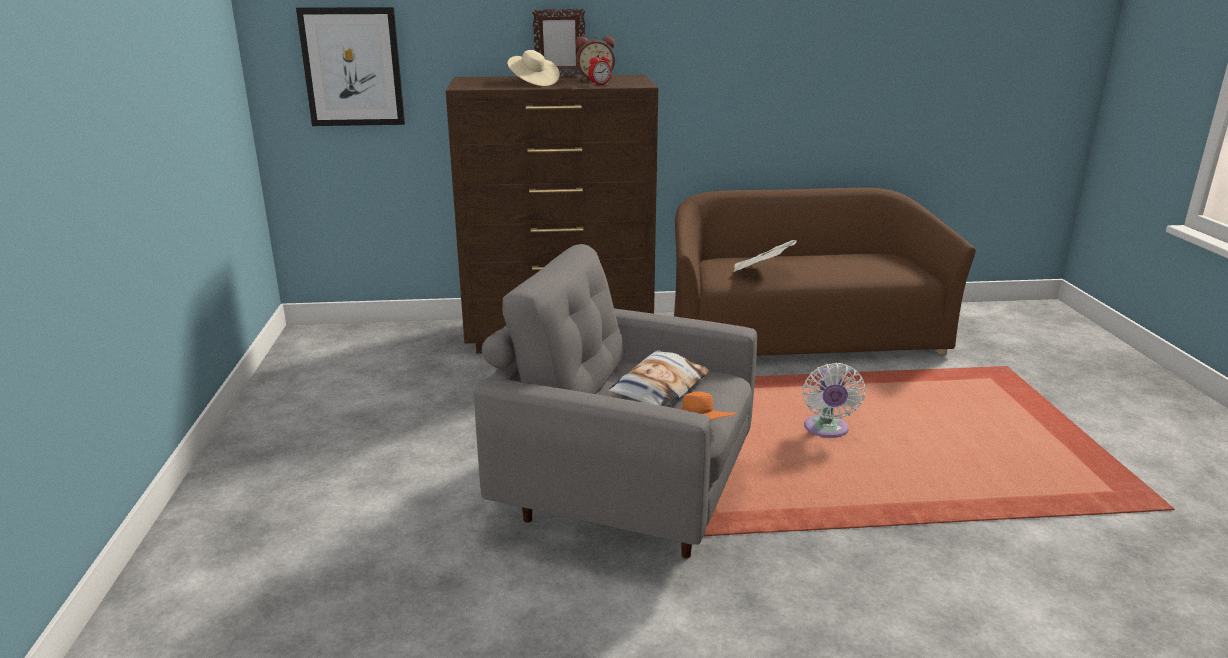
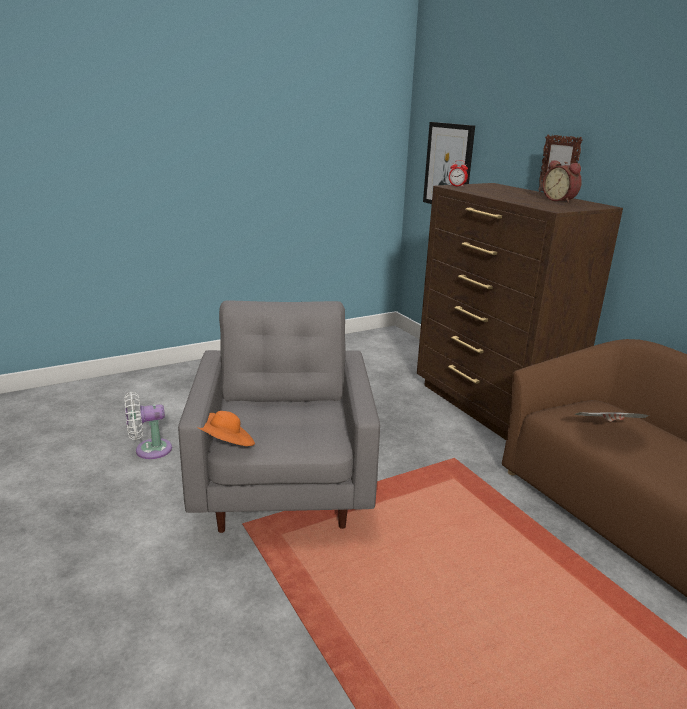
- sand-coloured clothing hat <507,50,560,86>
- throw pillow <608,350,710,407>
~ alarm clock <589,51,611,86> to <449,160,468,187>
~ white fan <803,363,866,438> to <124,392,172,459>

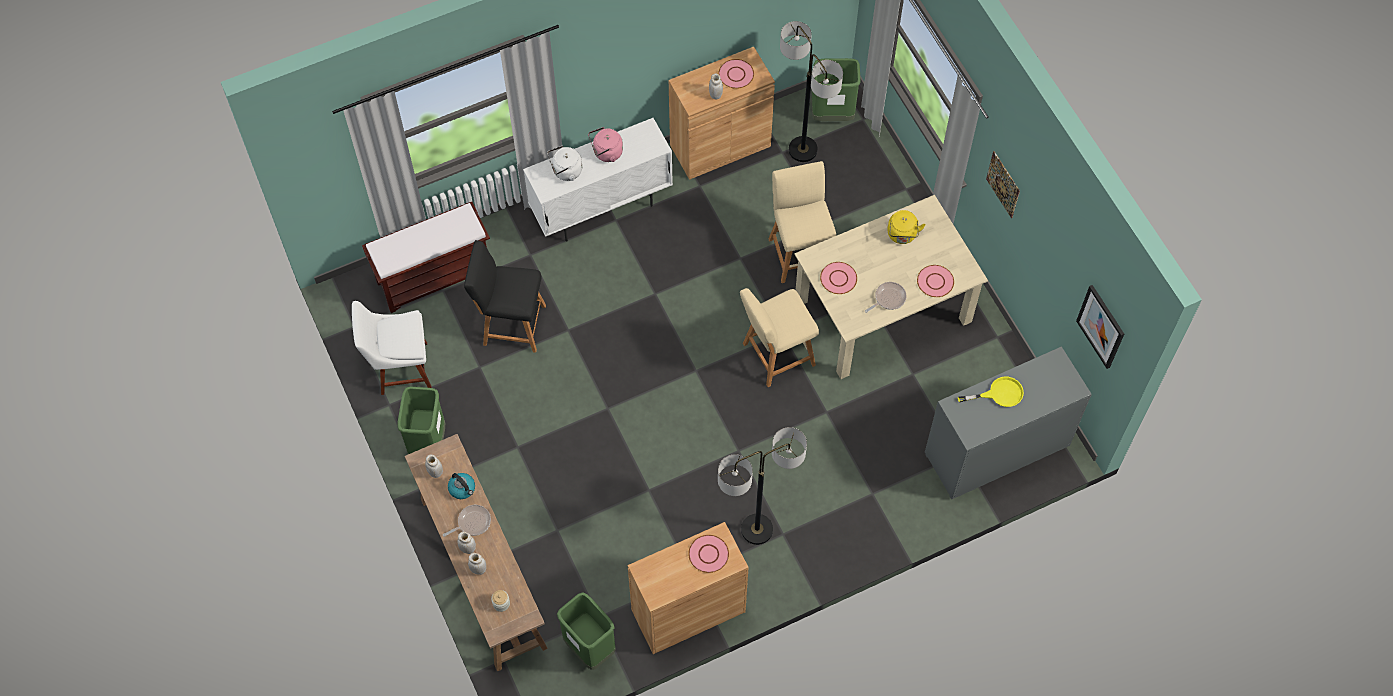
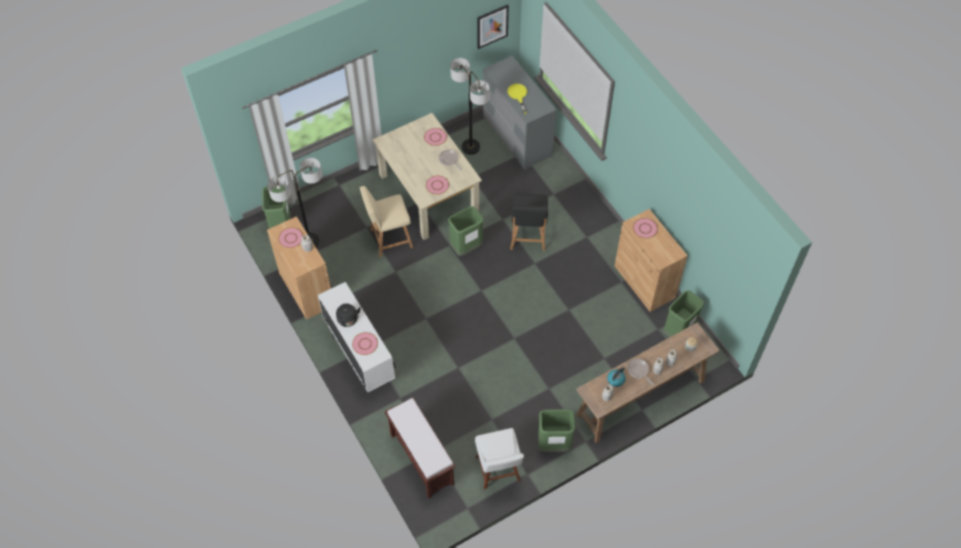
- yellow-coloured kettle <887,210,926,244>
- wall art <986,151,1020,218>
~ black-coloured stool seat <464,240,546,353> to <510,194,548,251>
~ standard lamp <718,427,807,545> to <450,58,490,155>
~ white kettle <547,146,582,181> to pinkish dinner plate <352,332,378,355>
~ sand-coloured stool seat <740,288,819,387> to greenish waste bin <448,206,484,256>
~ pinkish kettle <588,127,623,162> to black-coloured kettle <336,303,361,327>

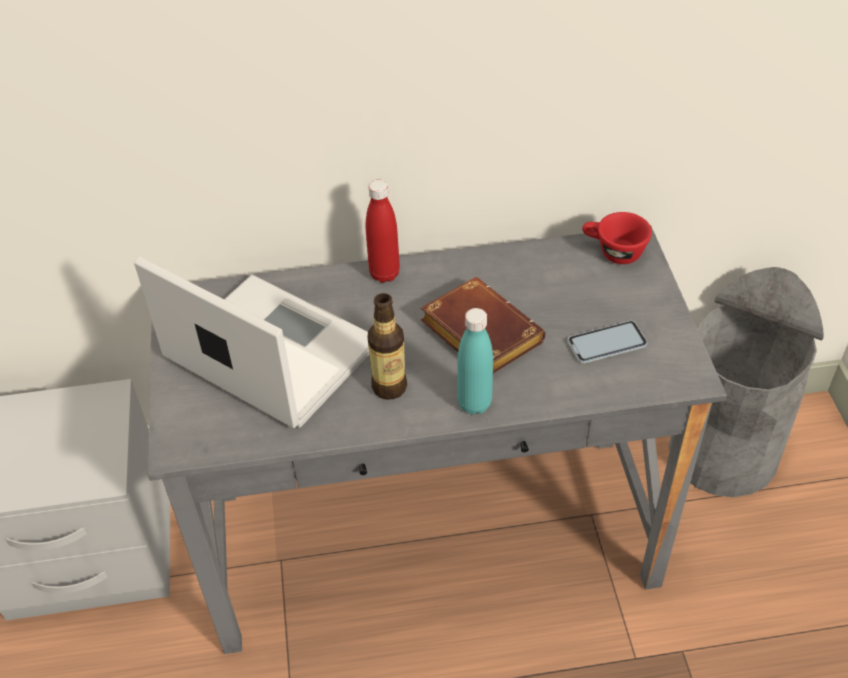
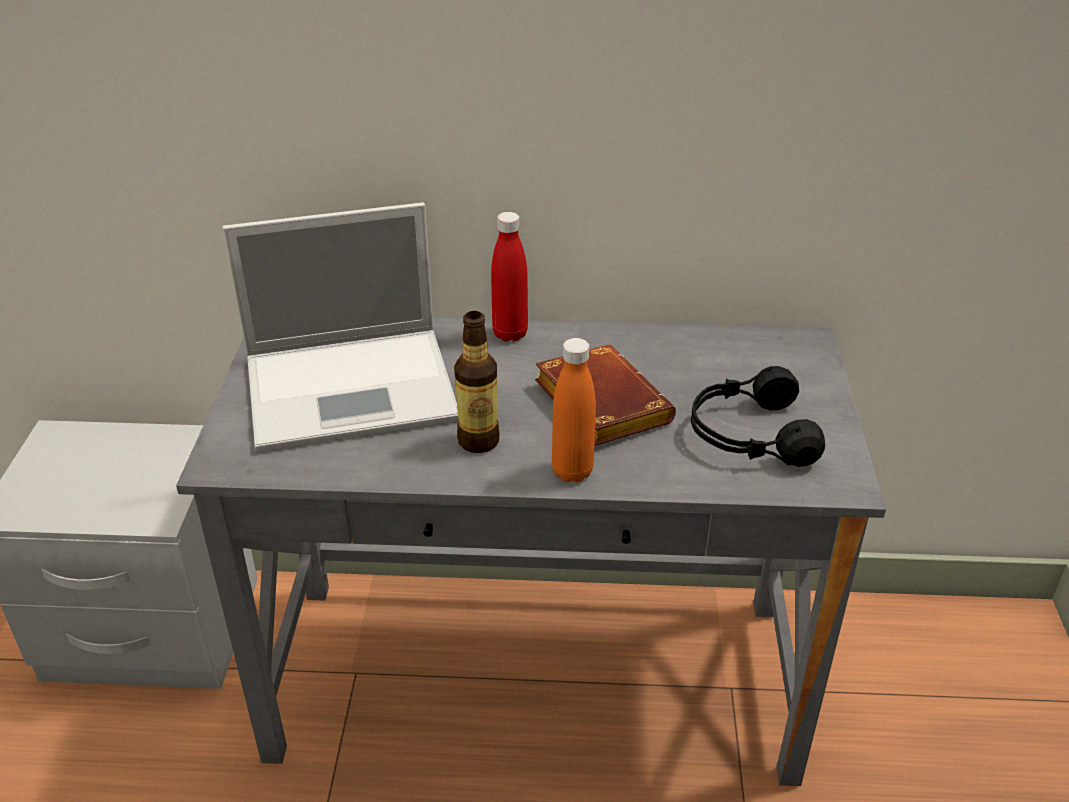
- reddish small cup <582,212,652,264>
- gray waste bin <669,267,824,497>
~ phone <568,321,647,363> to black-coloured headphones <691,366,825,467>
~ turquoise-coloured bottle <457,308,493,414> to orange-coloured bottle <552,338,596,483>
~ portable computer <134,256,369,428> = <223,202,458,452> 120 degrees clockwise

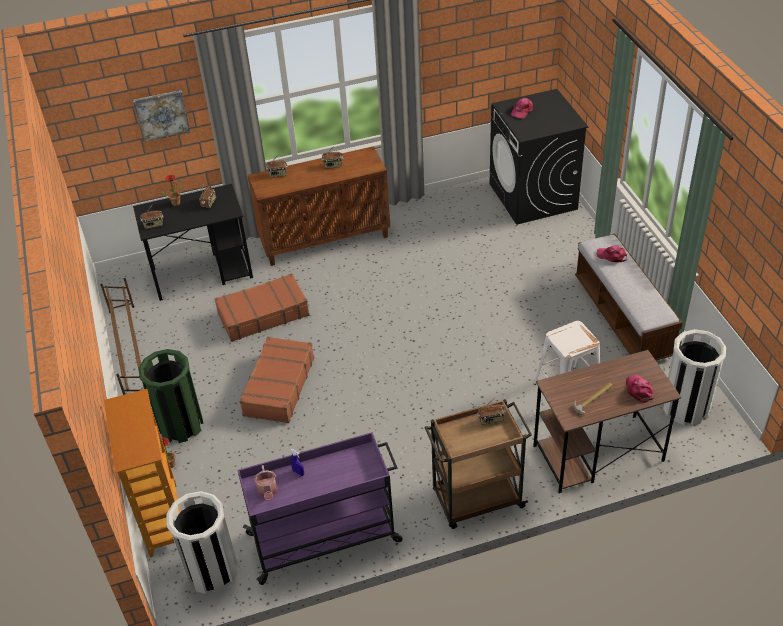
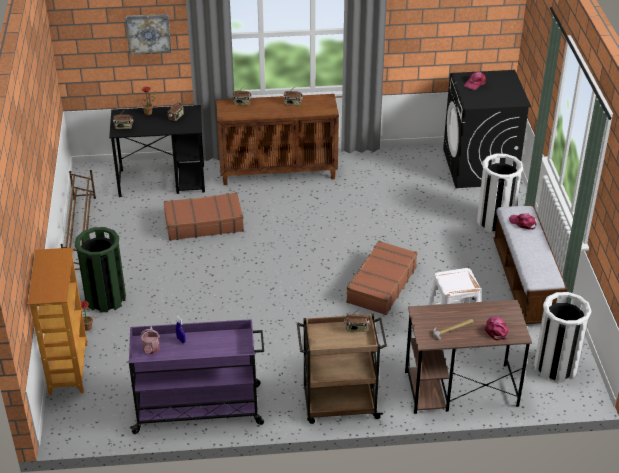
~ white waste bin <166,491,238,594> to <477,154,523,232>
~ brown travel case <239,337,314,423> to <346,241,418,315>

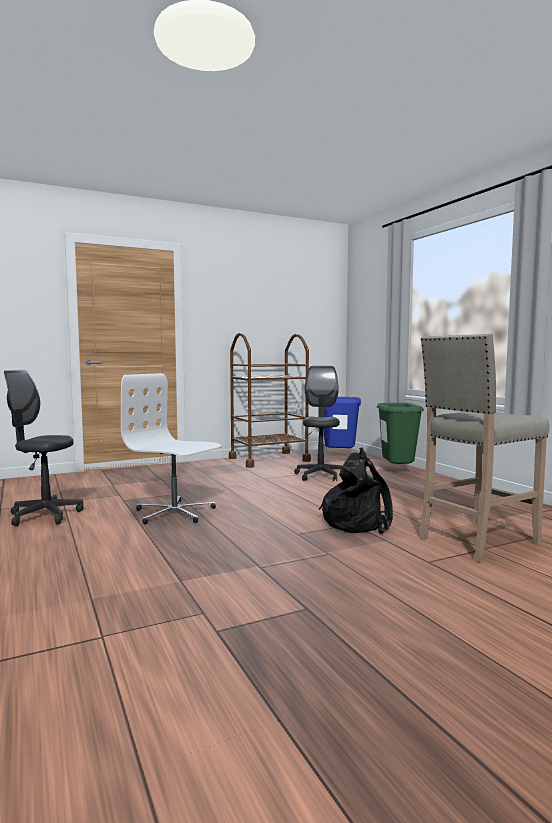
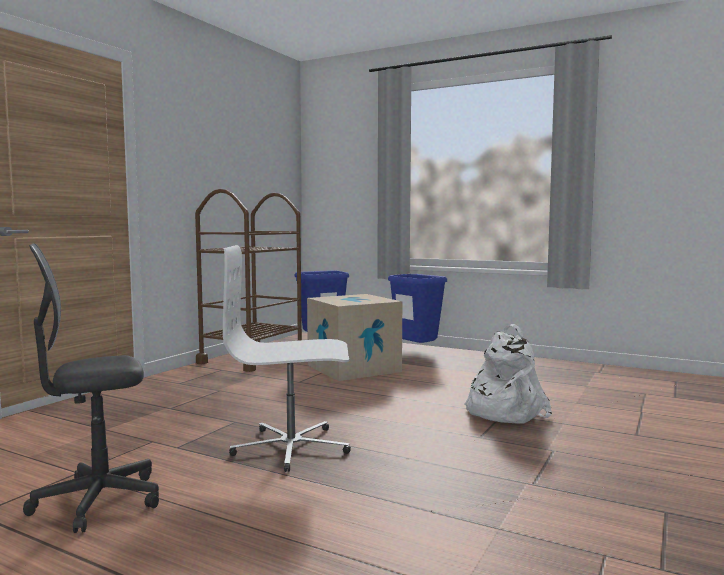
- sand-coloured stool seat <420,333,549,562>
~ gray desk chair <294,366,343,481> to cardboard box <307,294,402,381>
~ black-coloured rucksack <319,447,393,534> to white rucksack <464,324,552,424>
~ greenish waste bin <377,403,424,464> to bluish waste bin <388,274,447,343>

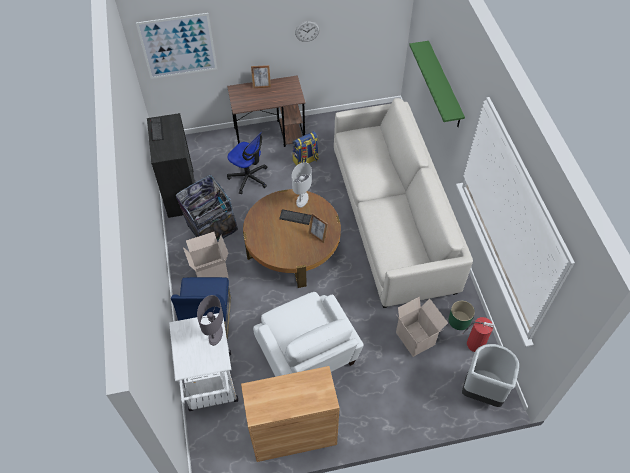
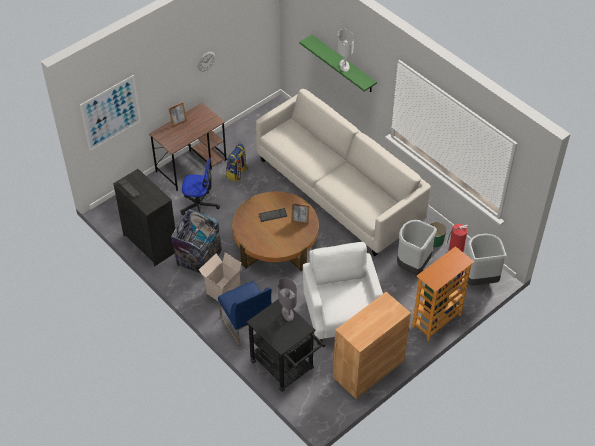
+ shelving unit <412,246,475,341>
~ white table lamp <292,162,312,208> to <337,29,354,72>
~ cardboard box <396,296,448,357> to gray waste bin <397,220,437,275>
~ white trolley <169,313,238,411> to black-coloured trolley <246,299,325,392>
~ white lounge chair <253,292,364,377> = <303,242,383,345> 135 degrees counterclockwise

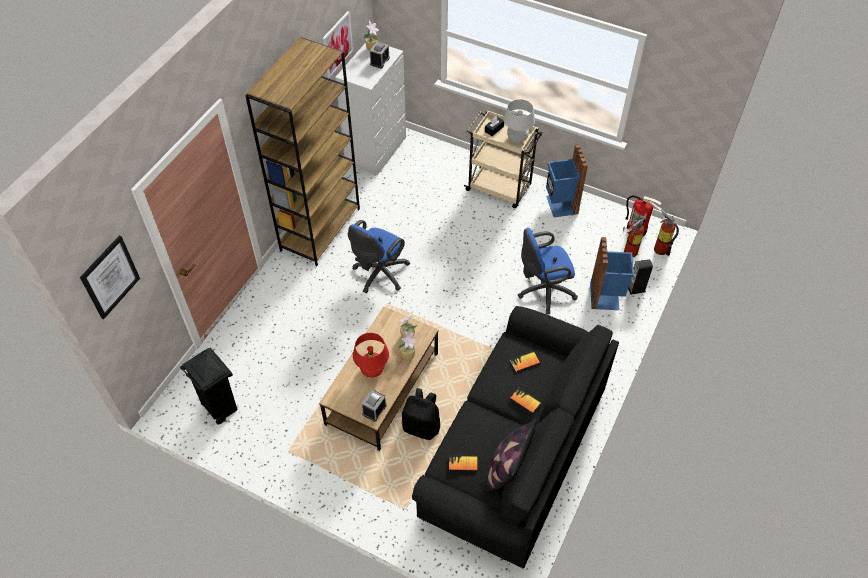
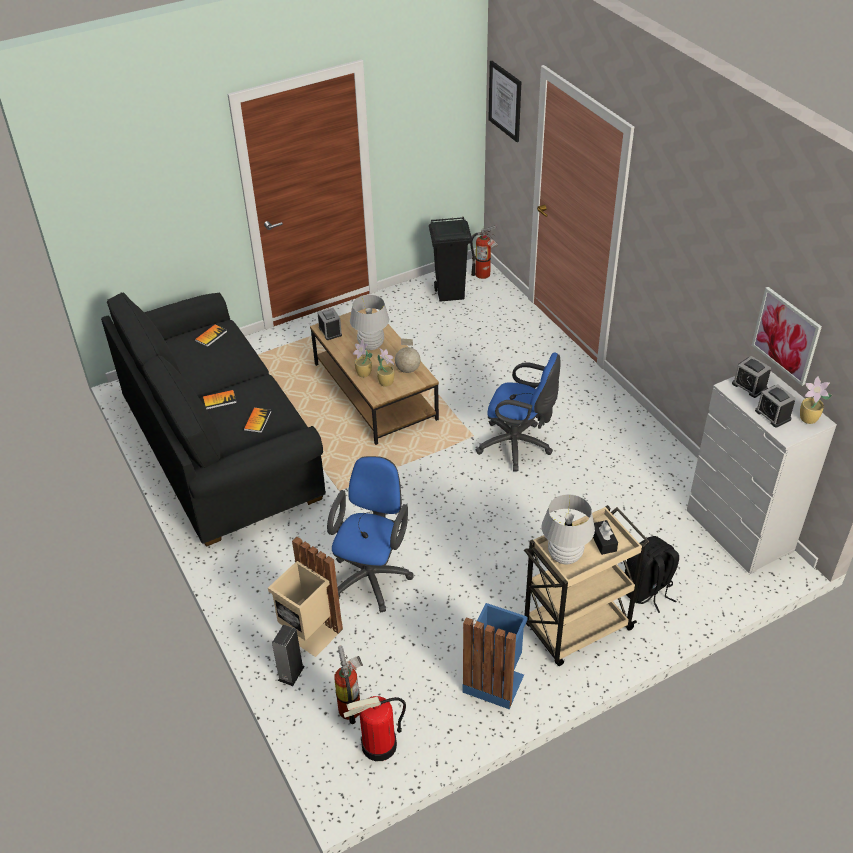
- brown shelving unit <245,37,360,266>
- throw pillow <486,419,537,493>
+ world globe <395,338,421,373>
+ alarm clock <732,356,771,398>
~ black-coloured rucksack <402,388,440,440> to <625,536,679,613>
~ fire extinguisher <654,210,679,256> to <470,225,498,279>
~ reddish table lamp <353,333,389,378> to white table lamp <350,295,389,350>
~ bluish waste bin <590,237,634,310> to sand-coloured waste bin <268,537,343,657>
~ bluish desk chair <347,220,410,293> = <476,353,561,471> 135 degrees clockwise

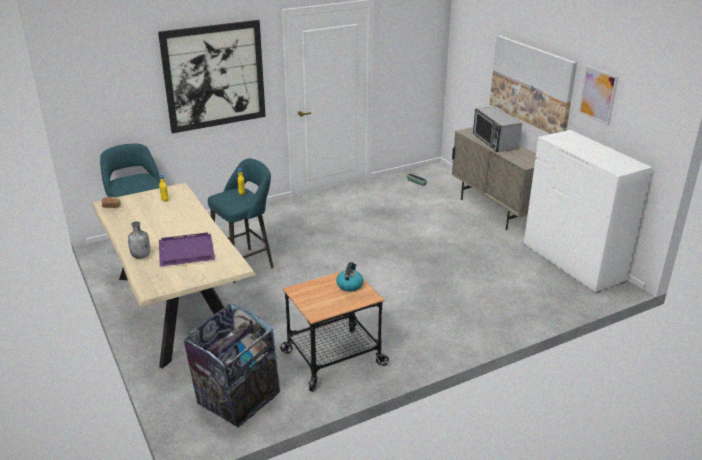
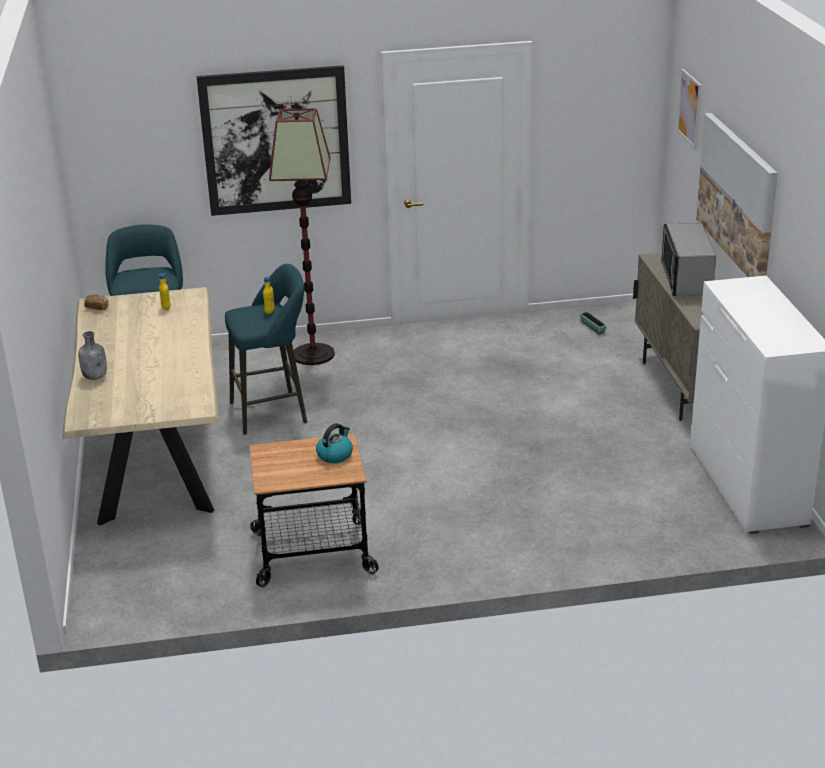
- purple carrying tray <159,232,215,267>
- waste bin <183,304,280,427>
+ standard lamp <269,108,335,365>
~ wall art <578,66,618,125> to <677,69,701,149>

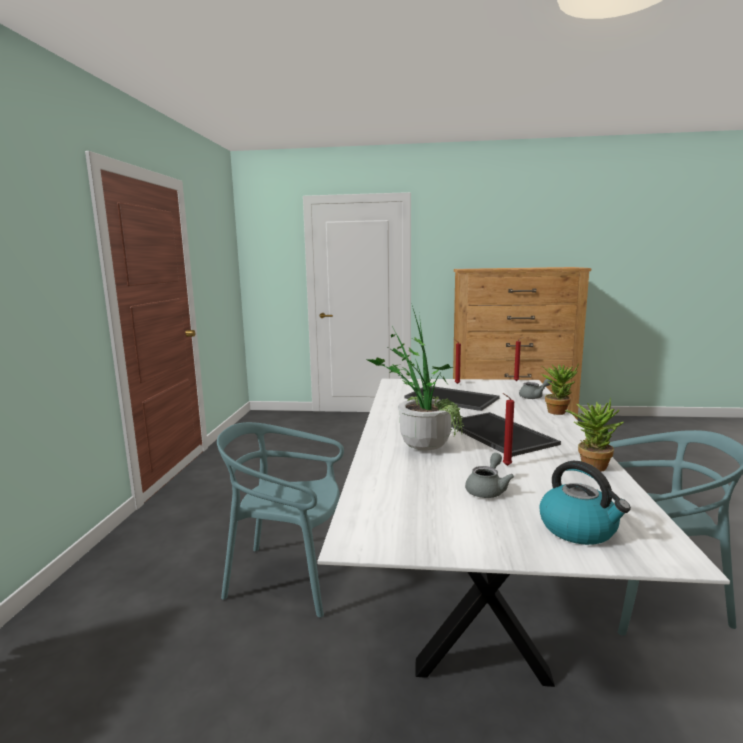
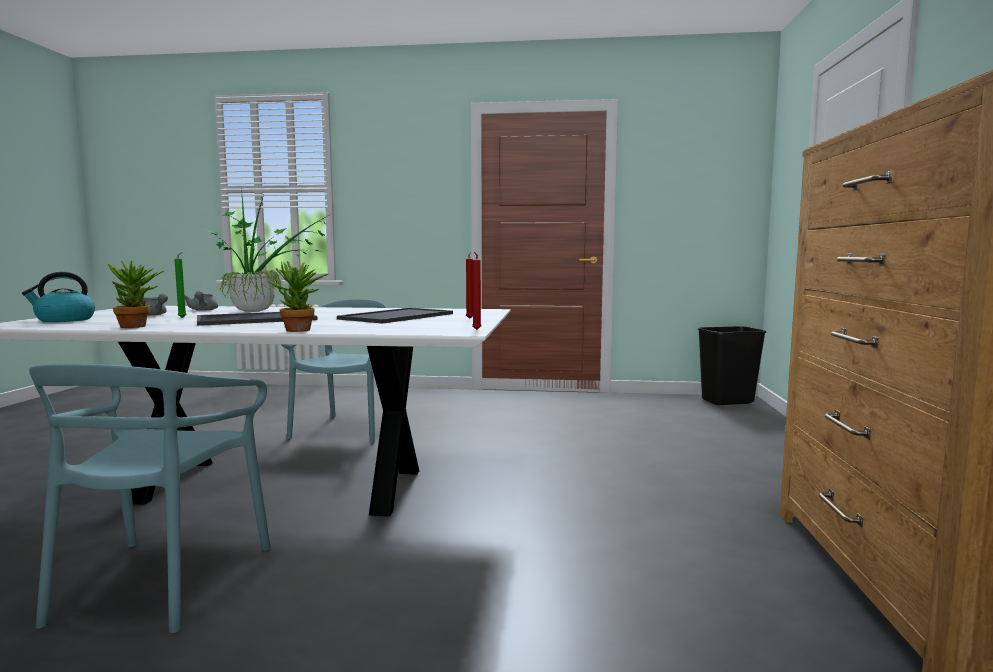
+ black-coloured waste bin <698,326,766,405>
~ gray tea pot <519,379,552,399> to <185,291,218,311>
~ reddish candle <502,393,514,466> to greenish candle <174,252,187,318>

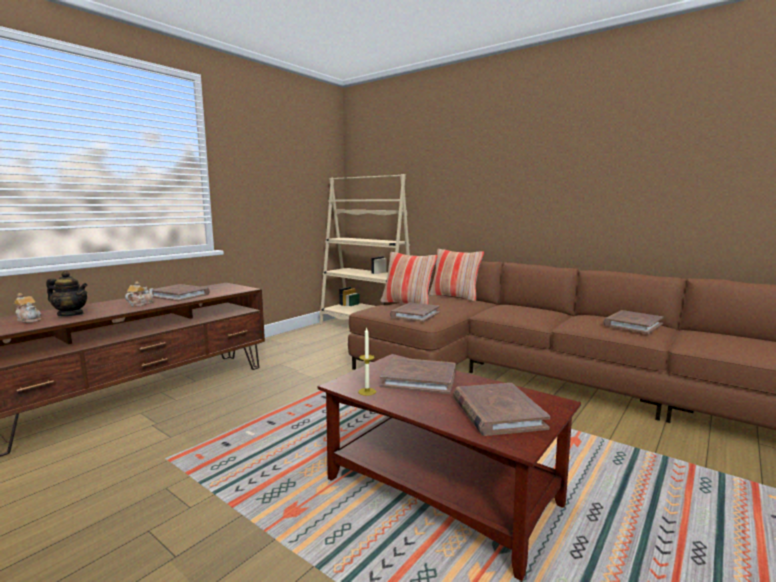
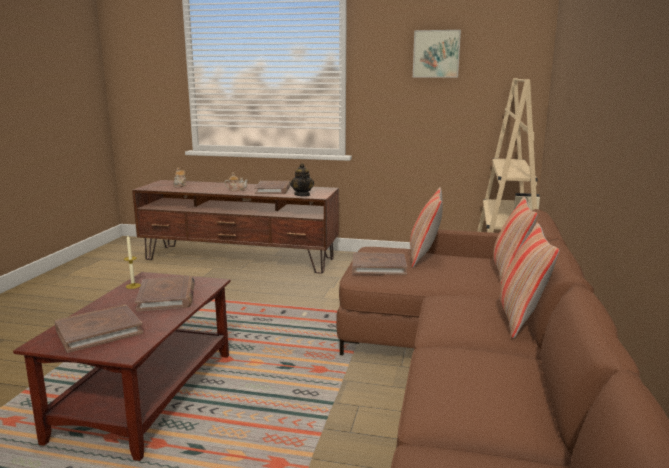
- brown bound book <603,310,664,334>
+ wall art <413,30,461,77>
+ throw pillow <499,222,559,339>
~ tea pot <46,271,88,316> to <290,163,314,196>

